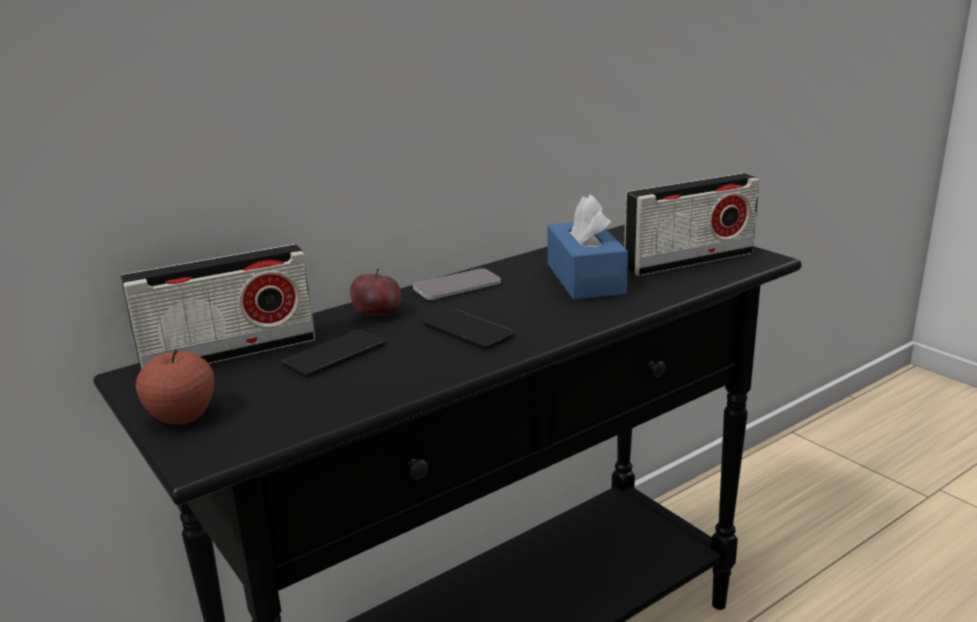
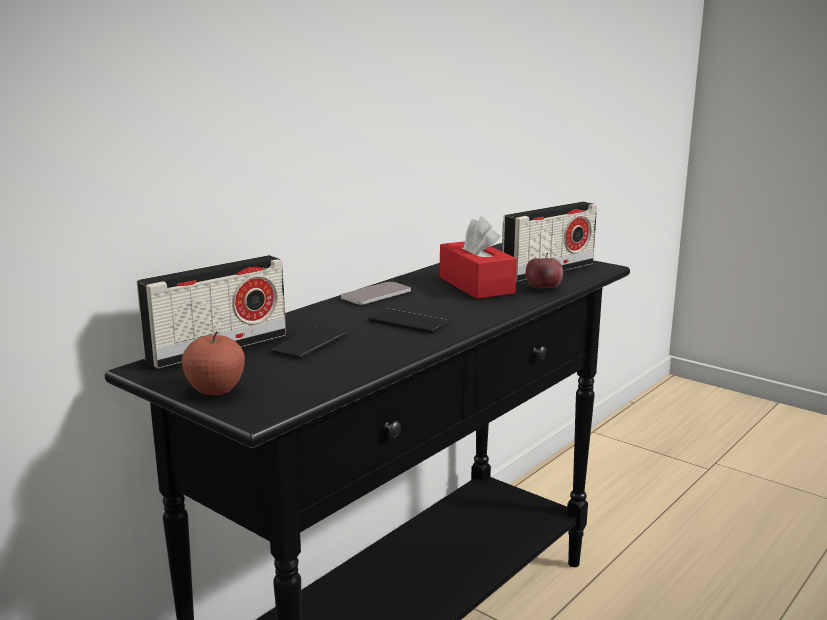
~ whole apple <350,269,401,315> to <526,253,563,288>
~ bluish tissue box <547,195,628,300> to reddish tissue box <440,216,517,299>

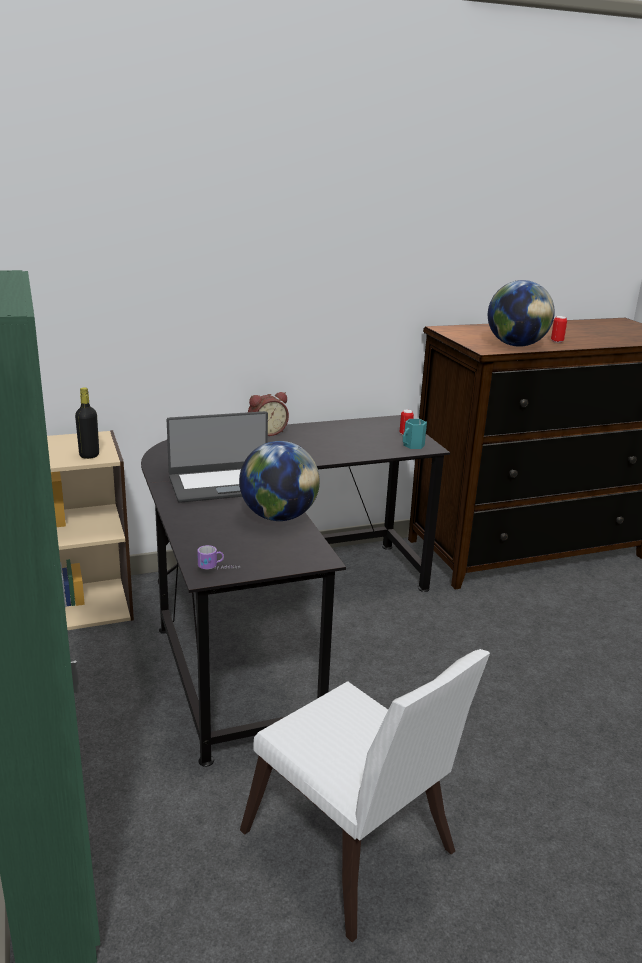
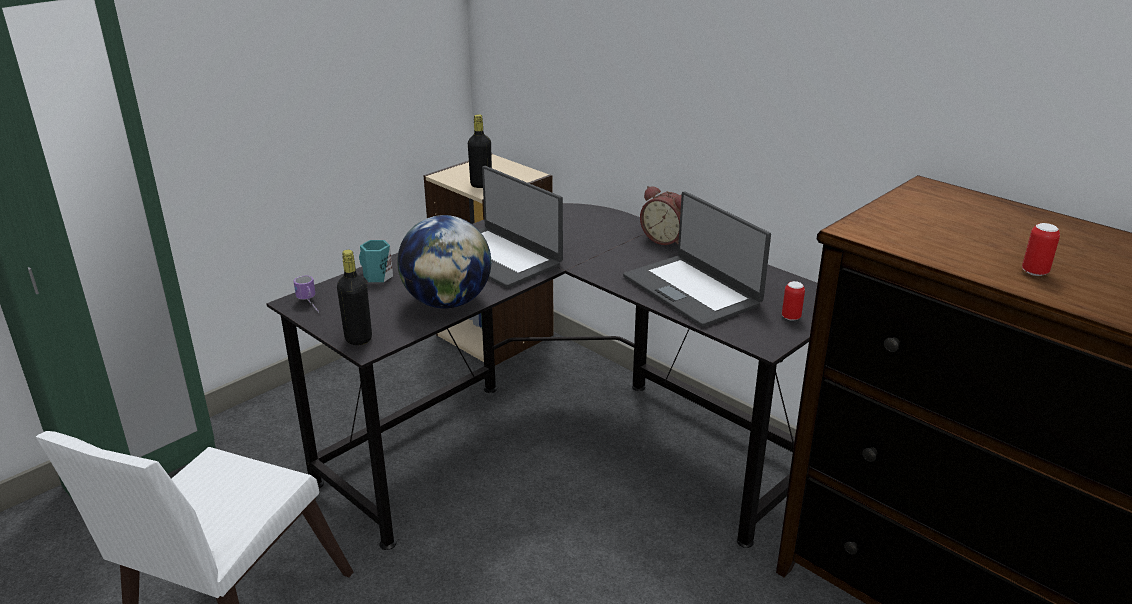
- world globe <488,280,555,347>
+ black-coloured bottle <337,250,372,345>
+ portable computer <623,191,771,327>
~ turquoise-coloured tea mug <403,419,427,449> to <359,240,393,282>

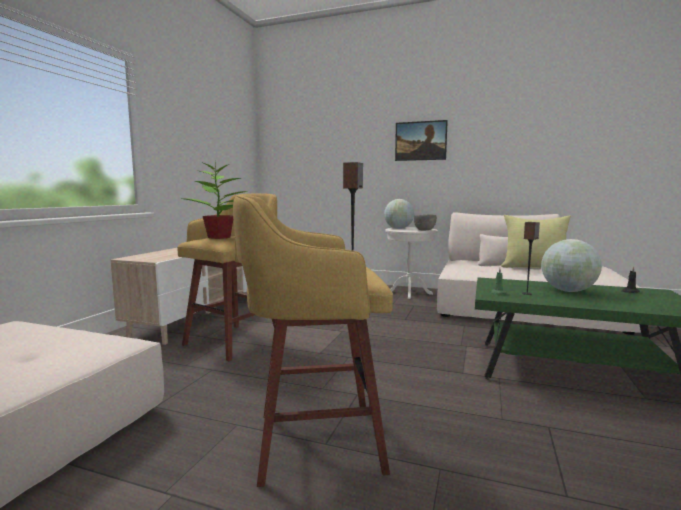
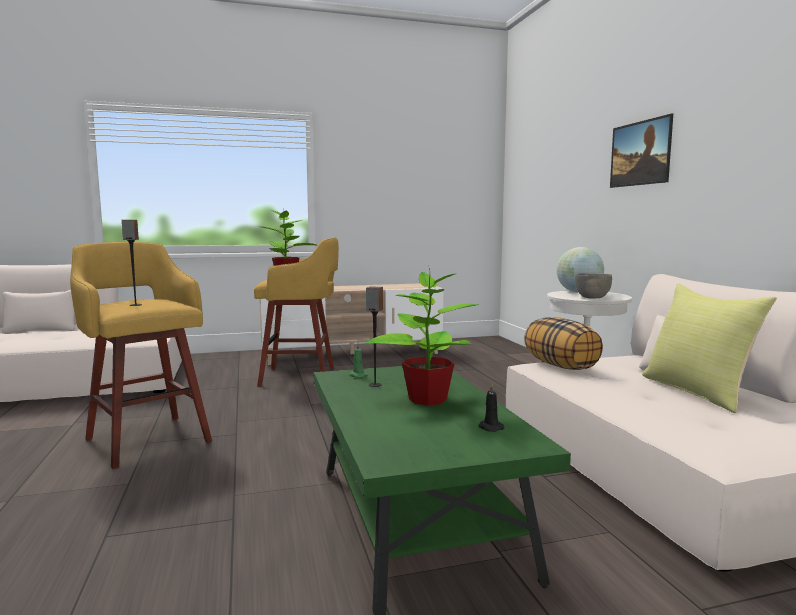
+ throw pillow <524,317,603,370>
~ world globe <541,239,602,292> to potted plant <365,268,478,406>

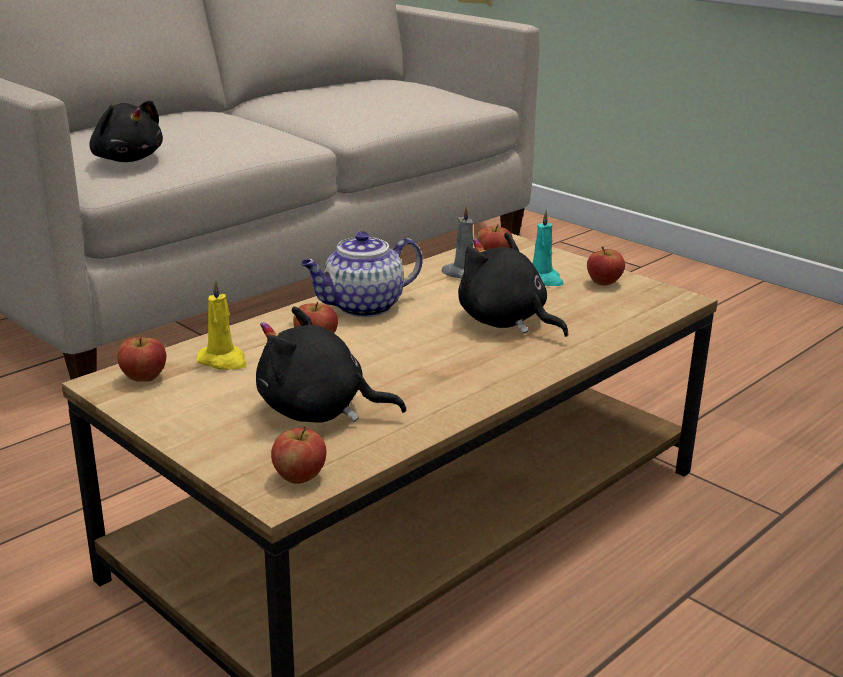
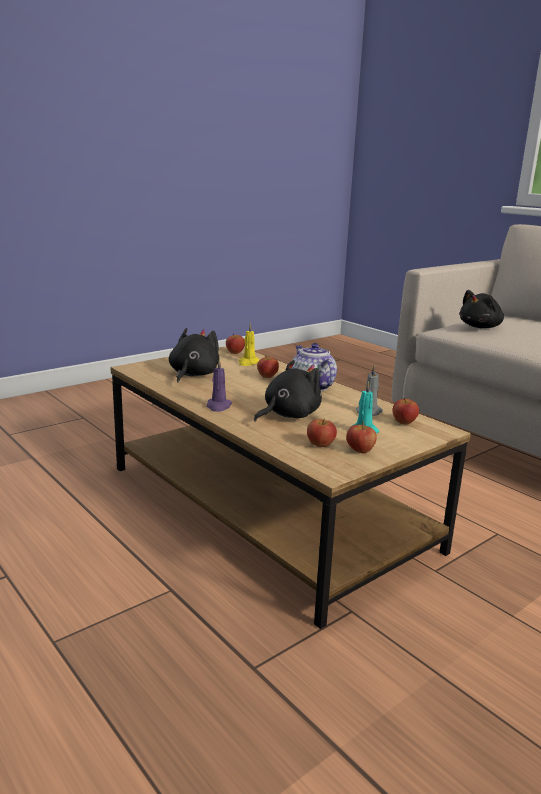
+ purple candle <207,359,232,412>
~ whole apple <271,425,327,484> to <307,418,337,447>

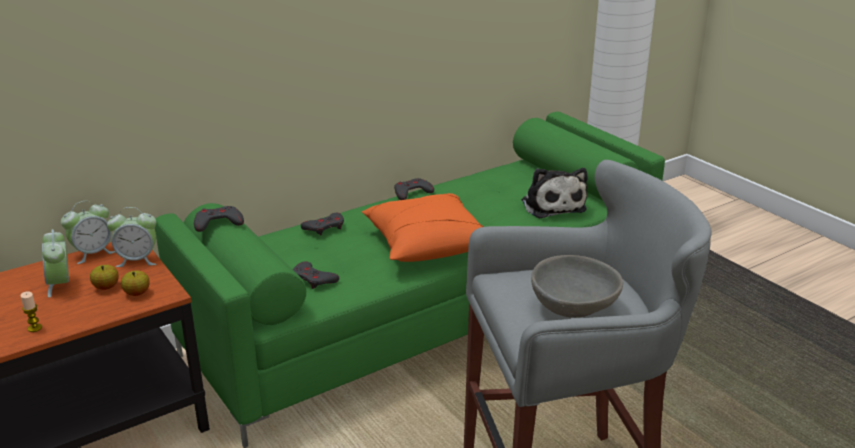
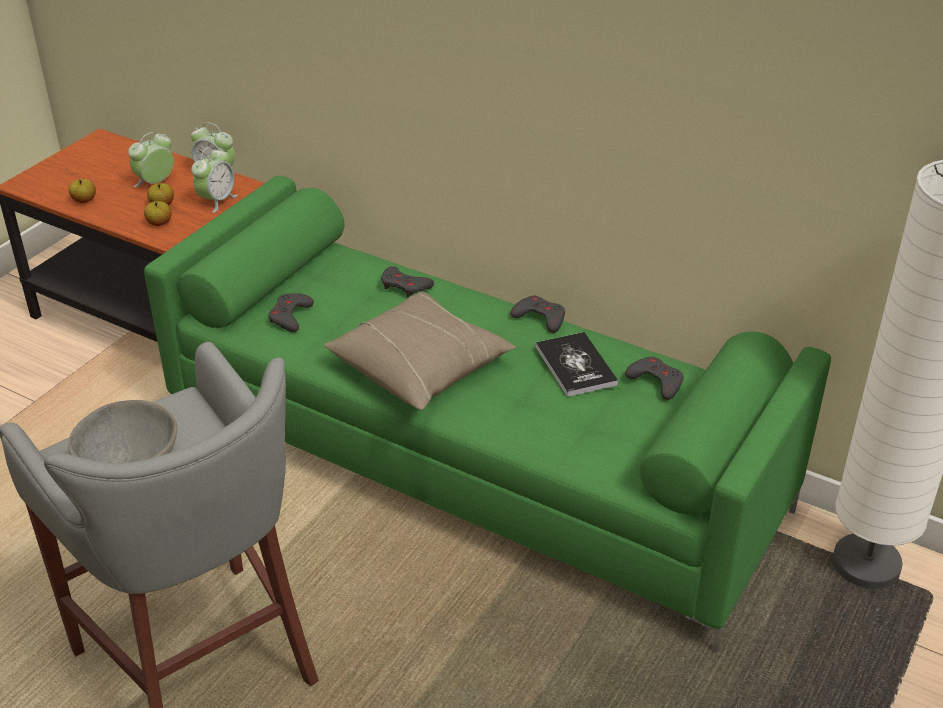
- soft toy <522,168,588,218>
+ bound book <536,332,618,397>
~ gray gamepad <194,206,244,232> to <625,357,684,400>
~ candle <20,291,42,332> to whole apple <69,179,96,203>
~ orange-coloured throw pillow <362,193,484,262> to sand-coloured throw pillow <324,291,516,410>
~ alarm clock <107,207,156,267> = <191,147,238,213> 120 degrees counterclockwise

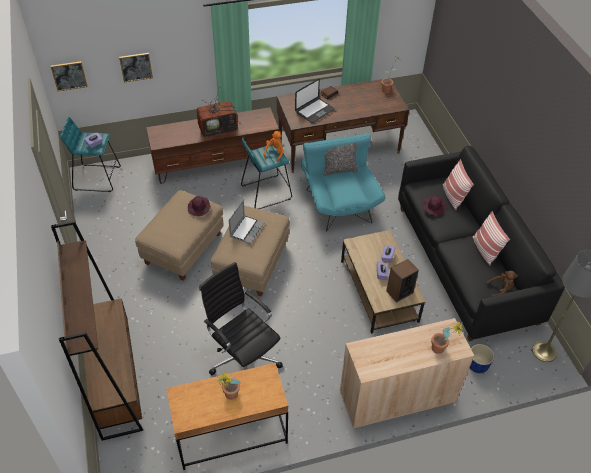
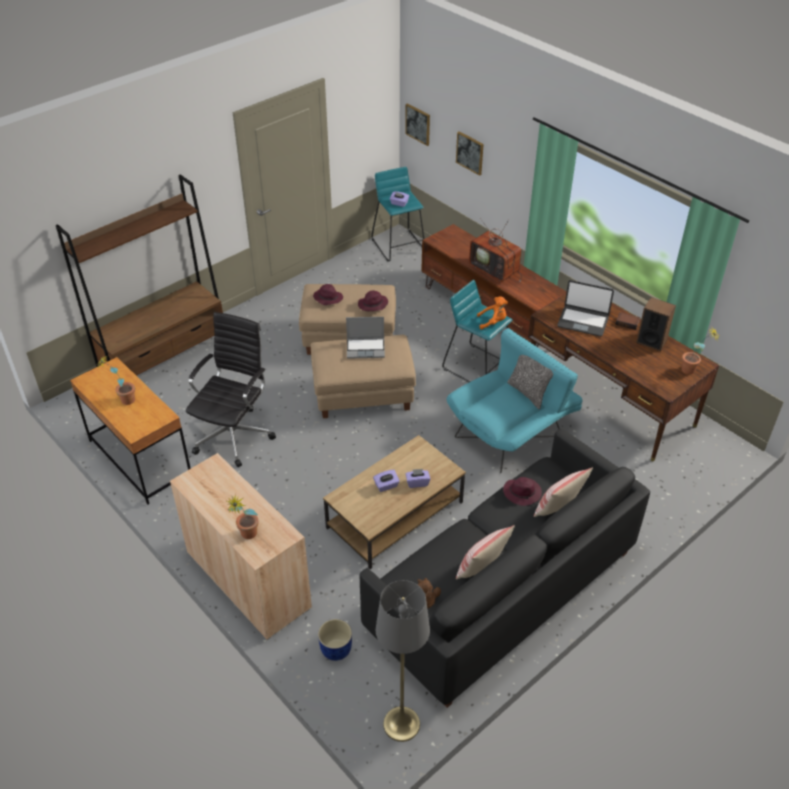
+ purple clothing hat <313,284,343,305>
~ loudspeaker <386,259,419,303> to <636,297,676,351>

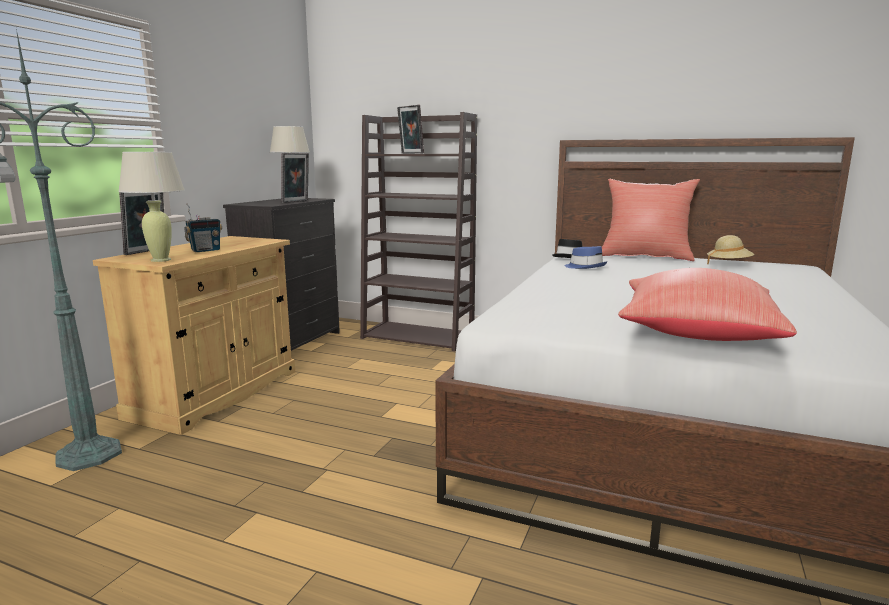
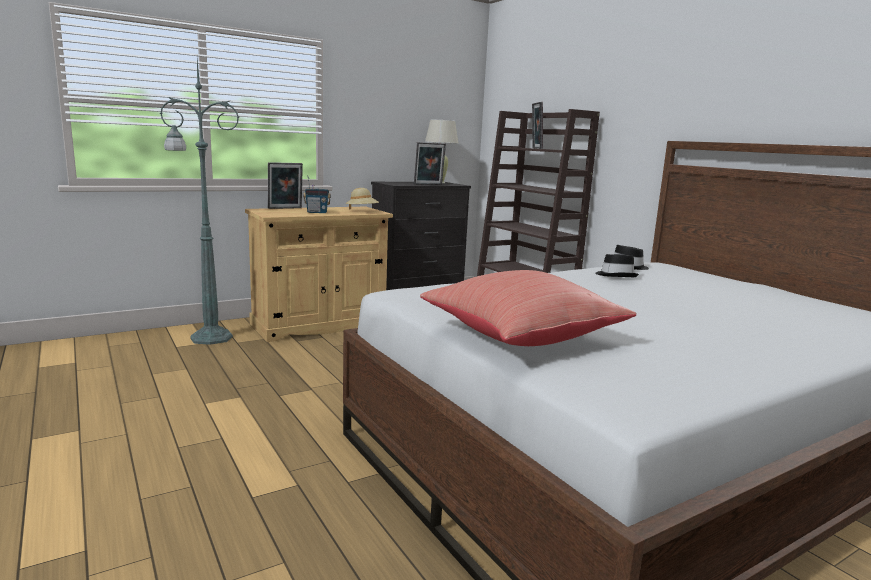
- sand-coloured table lamp <119,152,185,262>
- reddish throw pillow <602,179,700,261>
~ sand-coloured clothing hat <707,235,754,264> to <345,188,379,210>
~ bluish clothing hat <565,246,607,269> to black-coloured clothing hat <595,254,639,277>

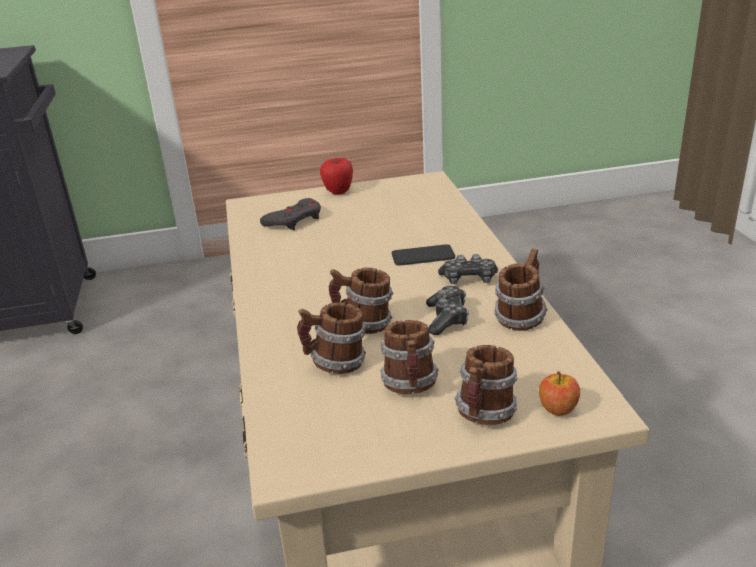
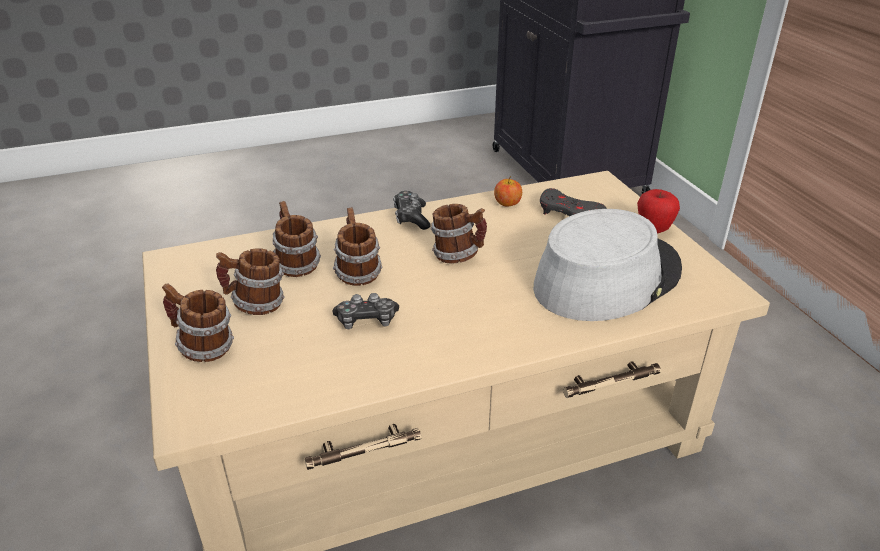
- phone <392,244,455,266>
+ gray clothing hat <533,209,682,321>
~ gamepad <438,254,498,284> to <393,191,431,230>
~ tea mug <494,249,548,331> to <430,204,487,264>
~ whole apple <539,371,580,416> to <494,176,522,207>

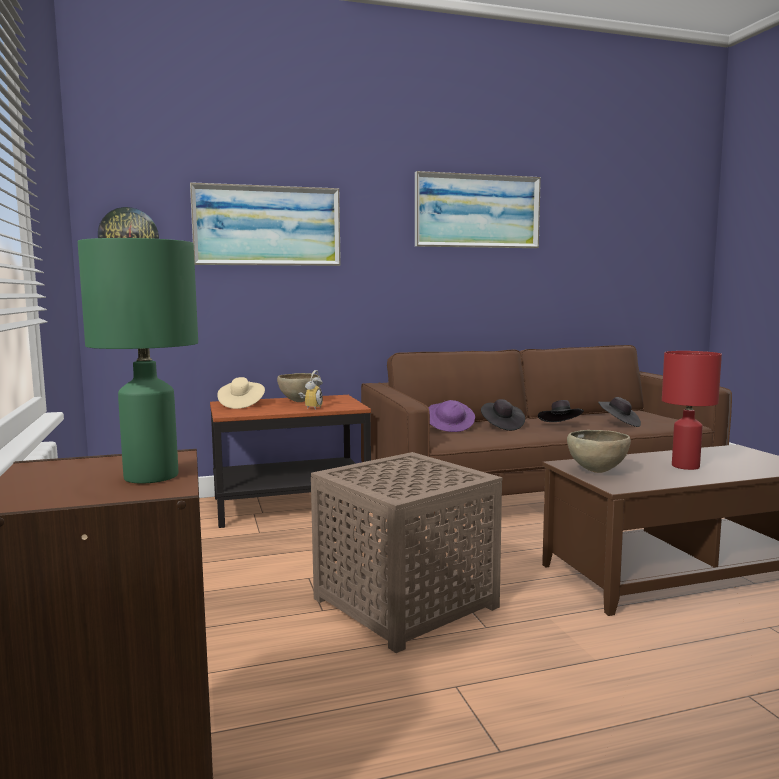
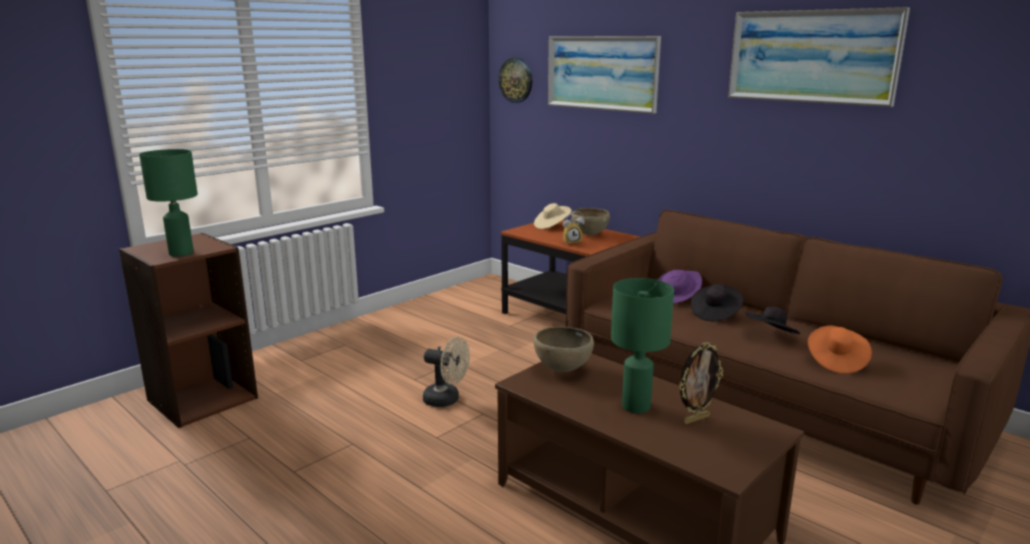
+ photo frame <679,342,723,424>
~ brown end table <311,452,502,653> to sand-coloured fan <423,337,470,407>
~ black-coloured clothing hat <598,397,641,427> to orange-coloured clothing hat <808,325,872,374>
~ reddish table lamp <662,351,722,470> to greenish table lamp <611,278,674,413>

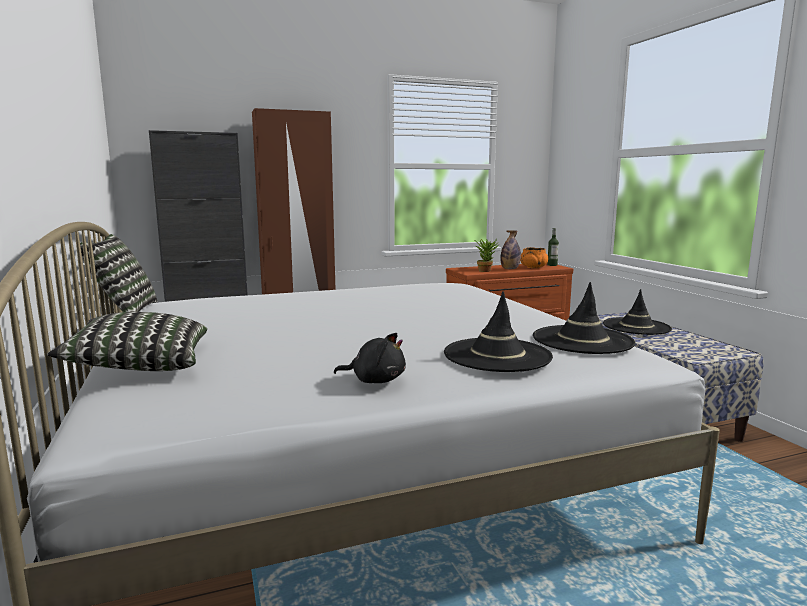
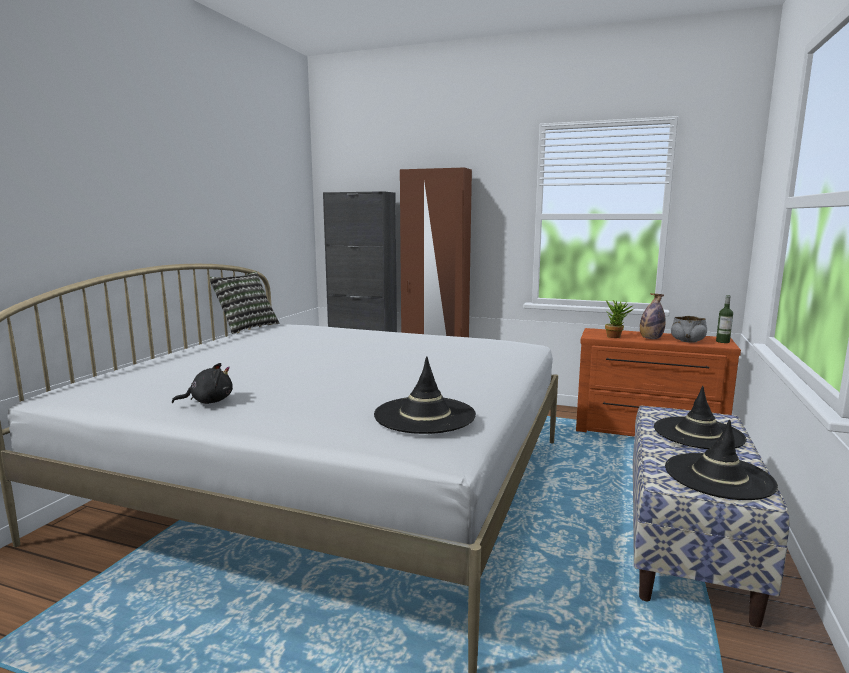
- throw pillow <47,312,207,371>
~ black-coloured clothing hat <444,291,553,372> to <665,420,778,500>
~ orange-coloured bowl <520,247,548,268> to gray bowl <671,316,707,343>
~ black-coloured soft toy <334,333,406,383> = <172,363,233,404> 75 degrees counterclockwise

